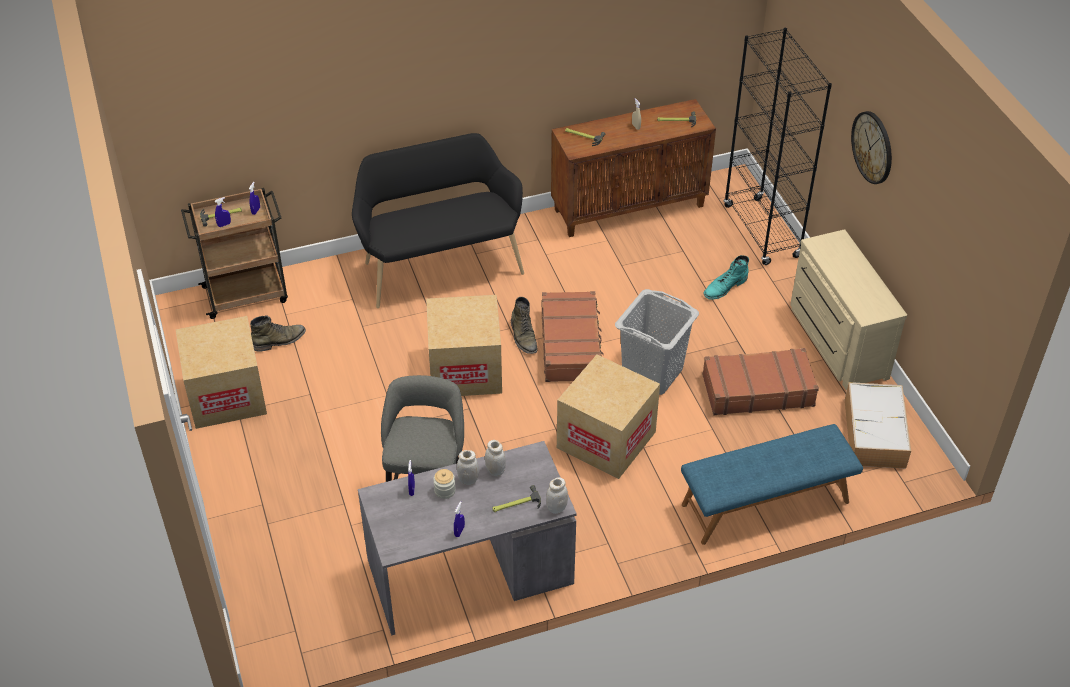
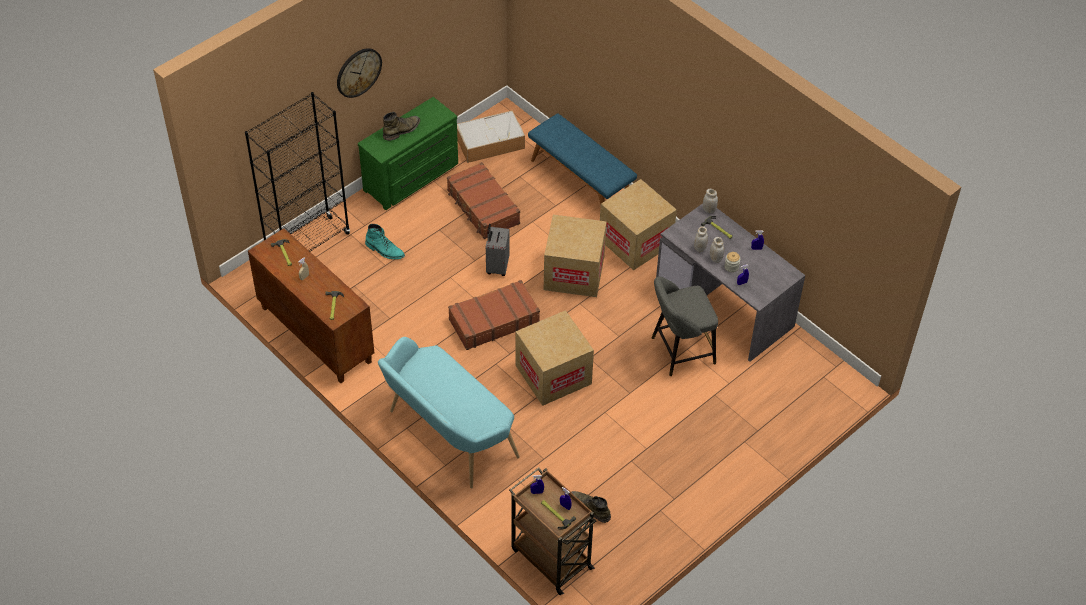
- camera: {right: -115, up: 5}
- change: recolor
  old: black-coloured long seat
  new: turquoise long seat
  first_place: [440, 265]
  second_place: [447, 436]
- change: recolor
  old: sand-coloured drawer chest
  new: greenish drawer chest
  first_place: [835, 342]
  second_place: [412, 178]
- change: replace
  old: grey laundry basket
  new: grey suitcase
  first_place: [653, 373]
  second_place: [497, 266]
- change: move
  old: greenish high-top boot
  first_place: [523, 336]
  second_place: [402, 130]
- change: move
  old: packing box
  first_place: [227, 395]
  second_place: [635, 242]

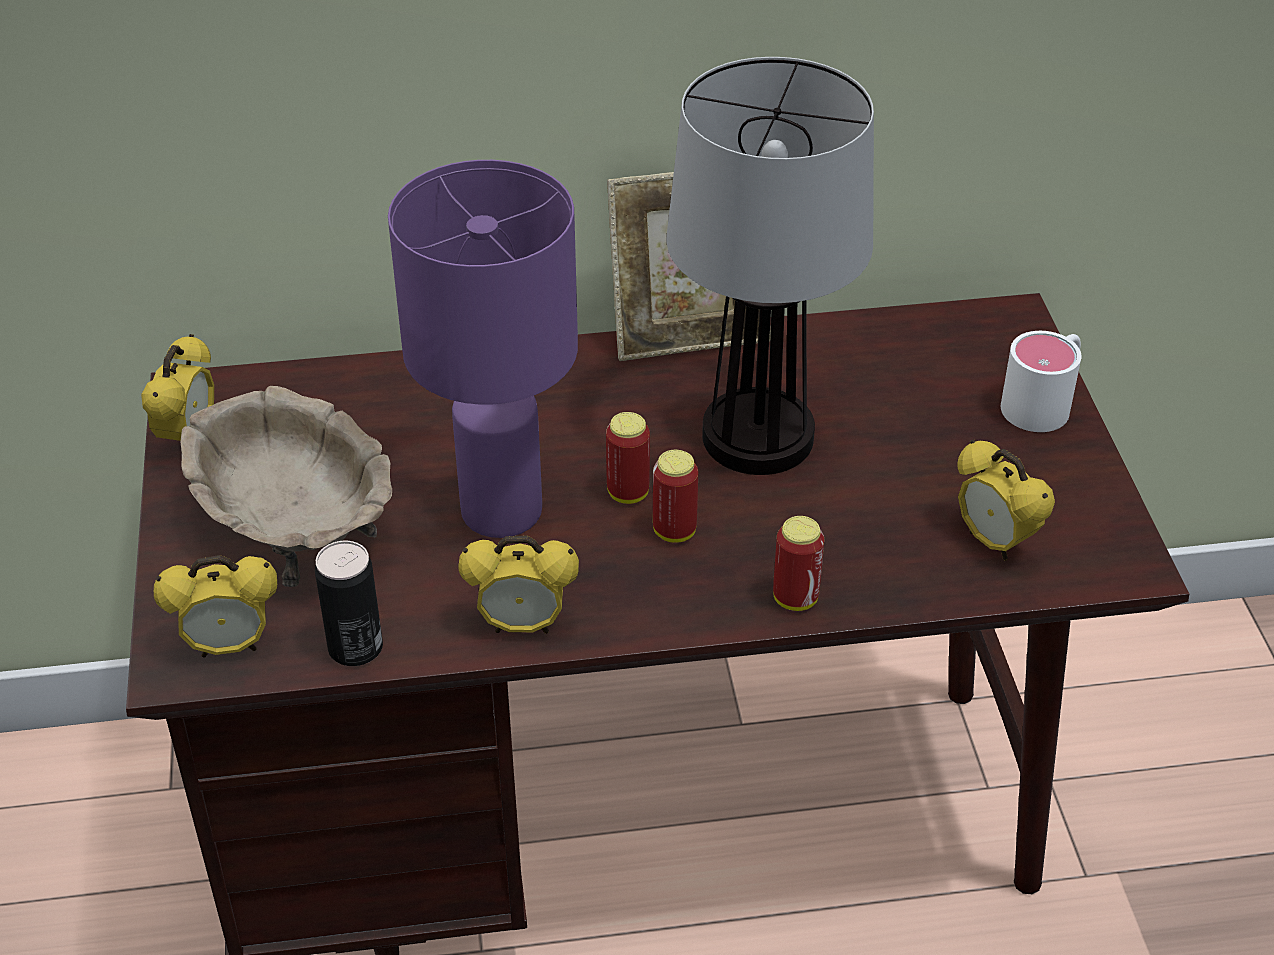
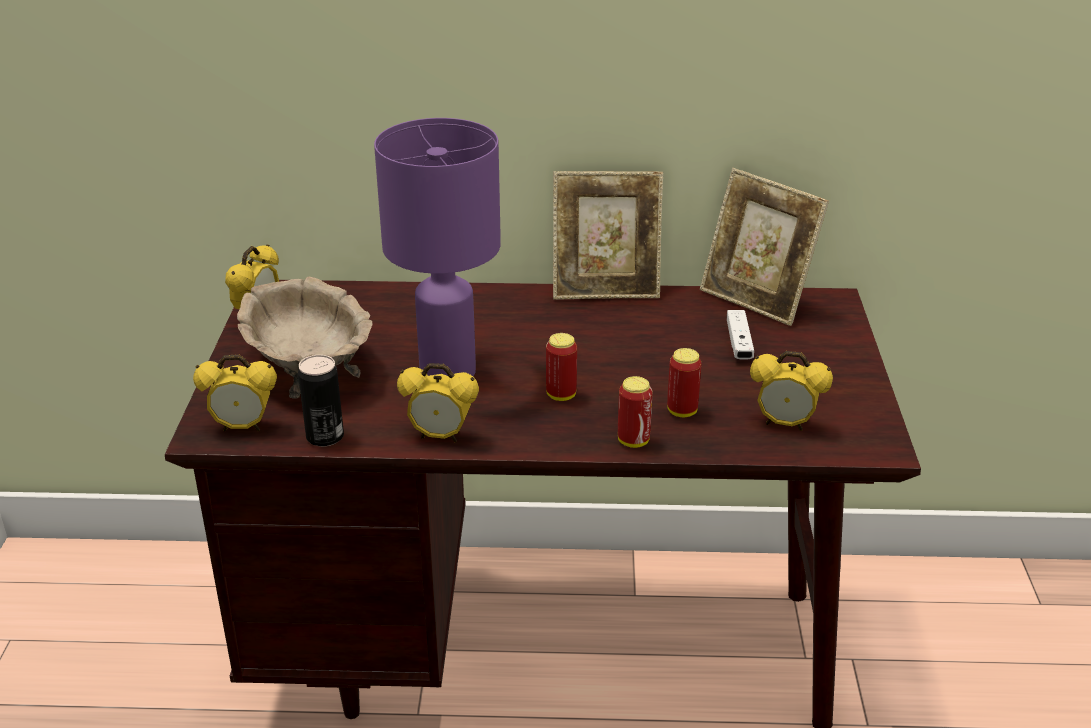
- camera: {right: 10, up: -10}
- change: delete
  old: table lamp
  first_place: [756, 439]
- change: delete
  old: white tea mug
  first_place: [1044, 401]
- change: move
  old: sealed can
  first_place: [628, 493]
  second_place: [682, 411]
- change: rotate
  old: bedside clock
  first_place: [994, 543]
  second_place: [785, 424]
  degrees: -45
- change: insert
  new: picture frame
  second_place: [756, 300]
- change: insert
  new: white gamepad
  second_place: [739, 343]

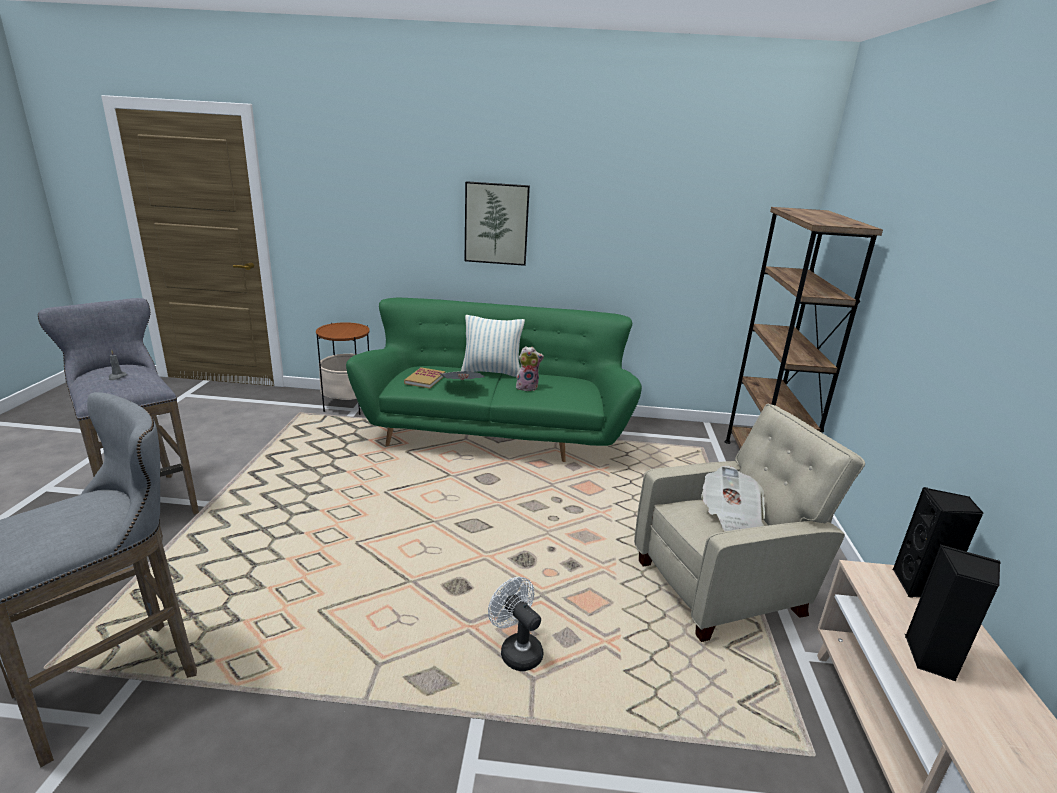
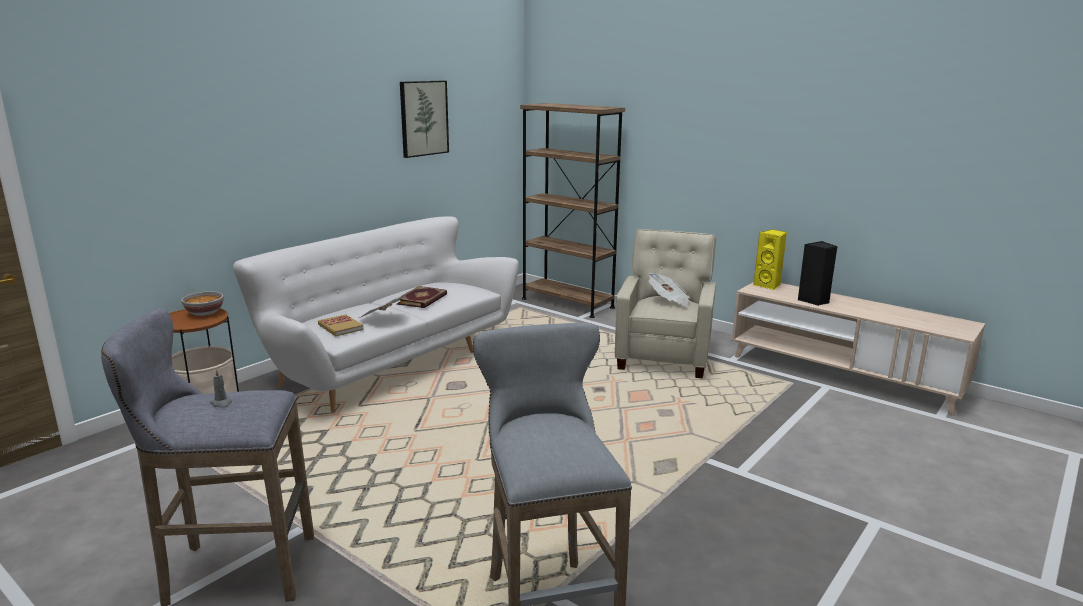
- camera: {right: -55, up: -5}
- change: move
  old: wall art
  first_place: [496, 223]
  second_place: [423, 118]
- change: recolor
  old: greenish sofa
  new: white sofa
  first_place: [496, 433]
  second_place: [389, 362]
- change: delete
  old: throw pillow
  first_place: [491, 372]
- change: replace
  old: plush toy
  new: book
  first_place: [527, 387]
  second_place: [422, 299]
- change: recolor
  old: black-coloured loudspeaker
  new: yellow loudspeaker
  first_place: [920, 586]
  second_place: [768, 285]
- change: delete
  old: white electric fan
  first_place: [516, 650]
- change: insert
  new: bowl
  second_place: [205, 312]

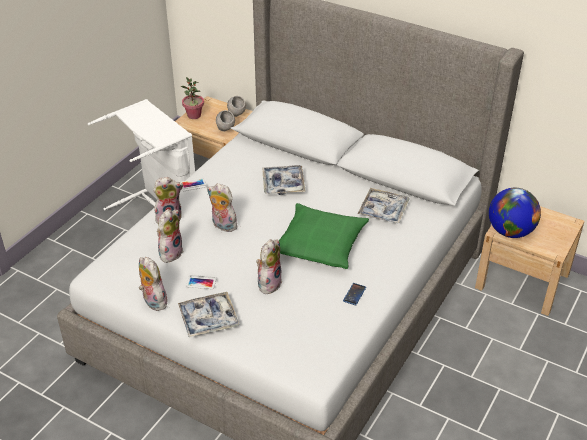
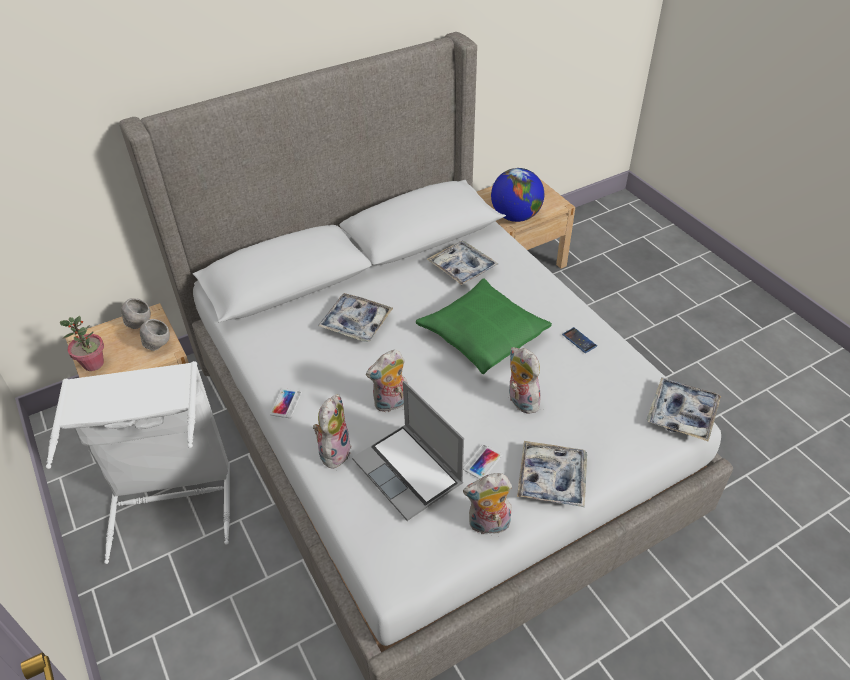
- camera: {right: -60, up: 5}
- change: replace
  old: plush toy
  new: notebook computer
  first_place: [170, 252]
  second_place: [409, 472]
- change: insert
  new: tray
  second_place: [682, 414]

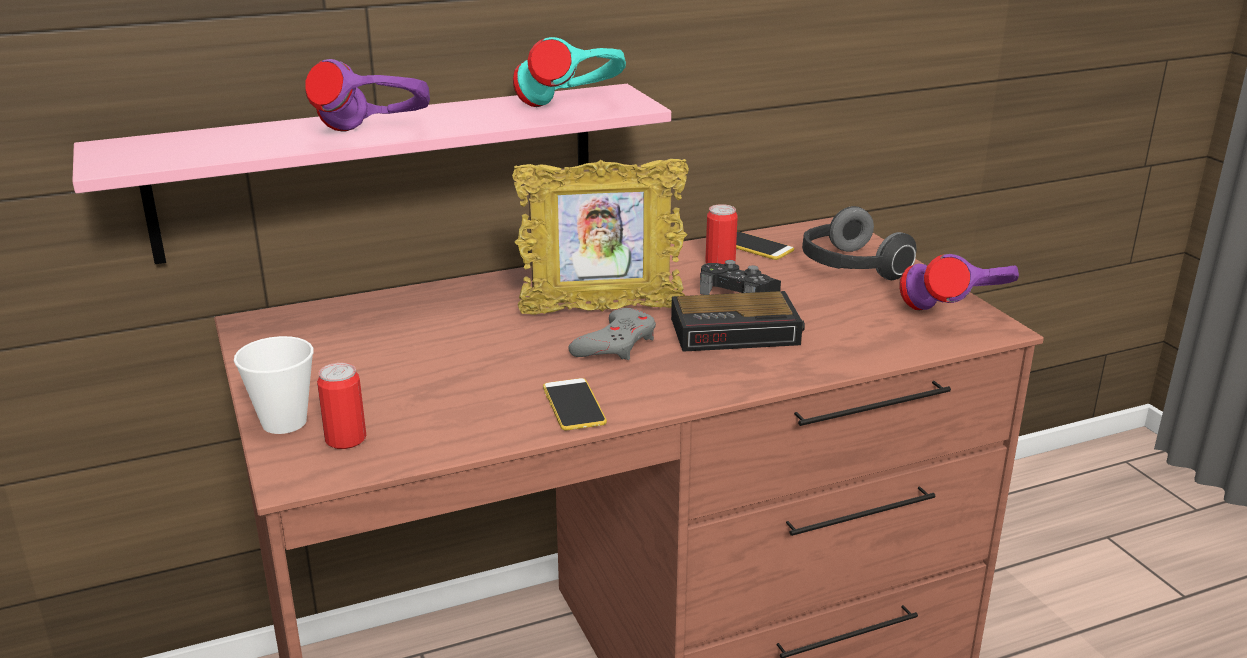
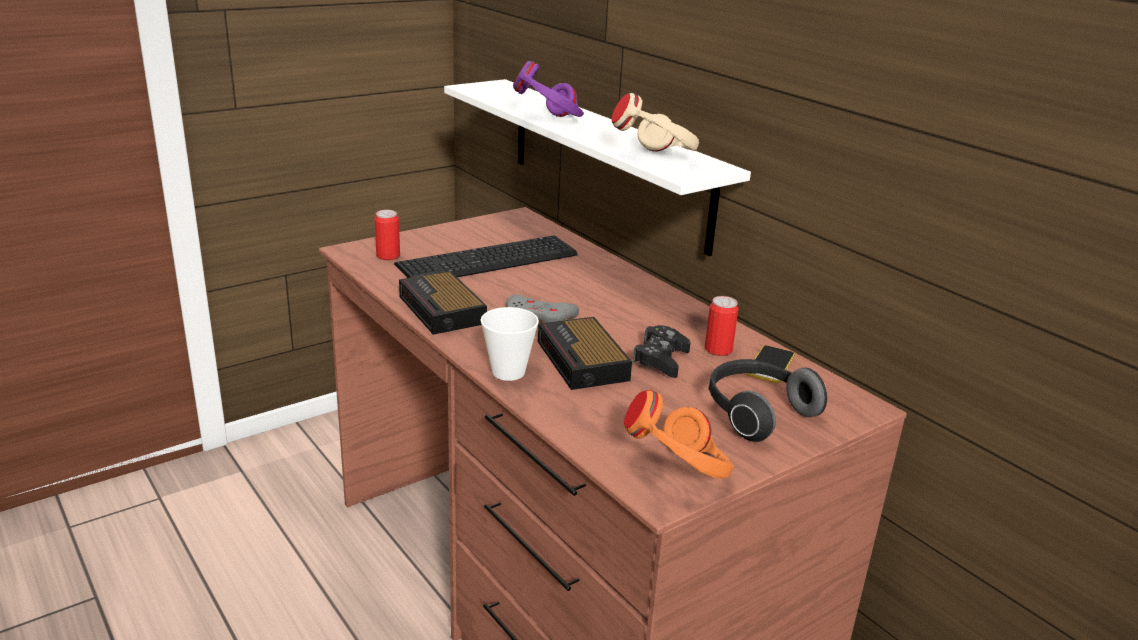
- camera: {right: 75, up: 0}
- change: recolor
  old: turquoise headset
  new: sand-coloured headset
  first_place: [572, 108]
  second_place: [656, 159]
- change: recolor
  old: pink wall shelf
  new: white wall shelf
  first_place: [379, 171]
  second_place: [607, 162]
- change: delete
  old: picture frame
  first_place: [601, 310]
- change: recolor
  old: purple-coloured headset
  new: orange headset
  first_place: [957, 315]
  second_place: [679, 473]
- change: move
  old: small cup
  first_place: [284, 422]
  second_place: [508, 372]
- change: replace
  old: telephone
  new: bedside clock
  first_place: [574, 405]
  second_place: [443, 311]
- change: insert
  new: computer keyboard
  second_place: [491, 260]

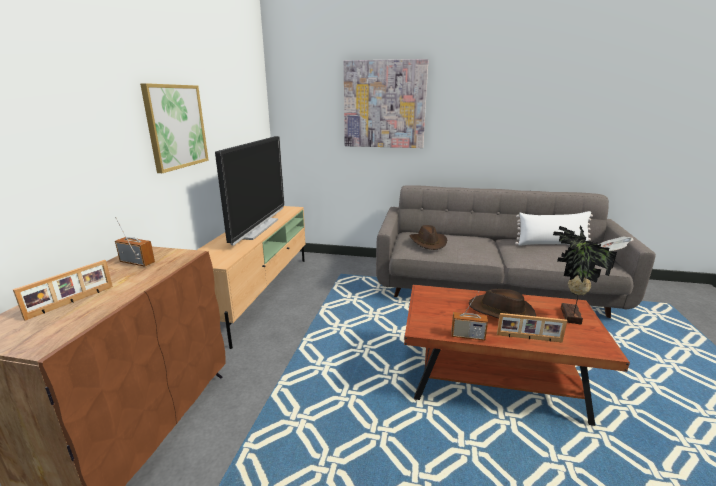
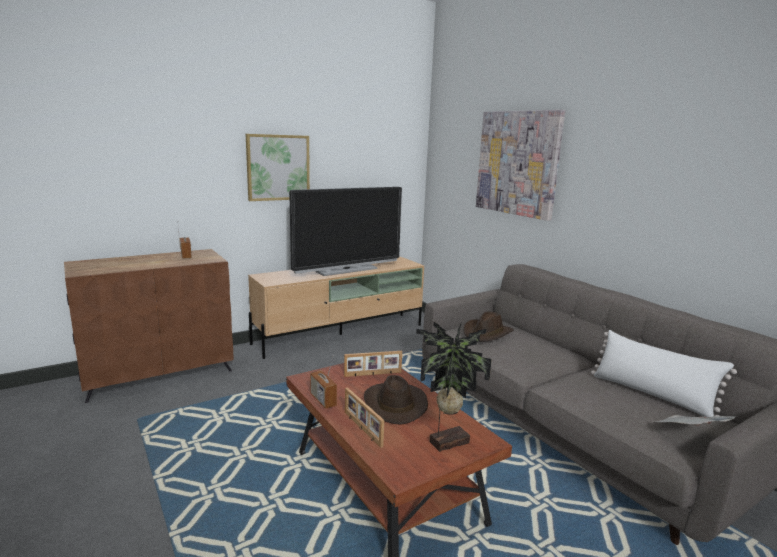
- camera: {right: 45, up: -5}
- change: move
  old: picture frame
  first_place: [72, 302]
  second_place: [373, 374]

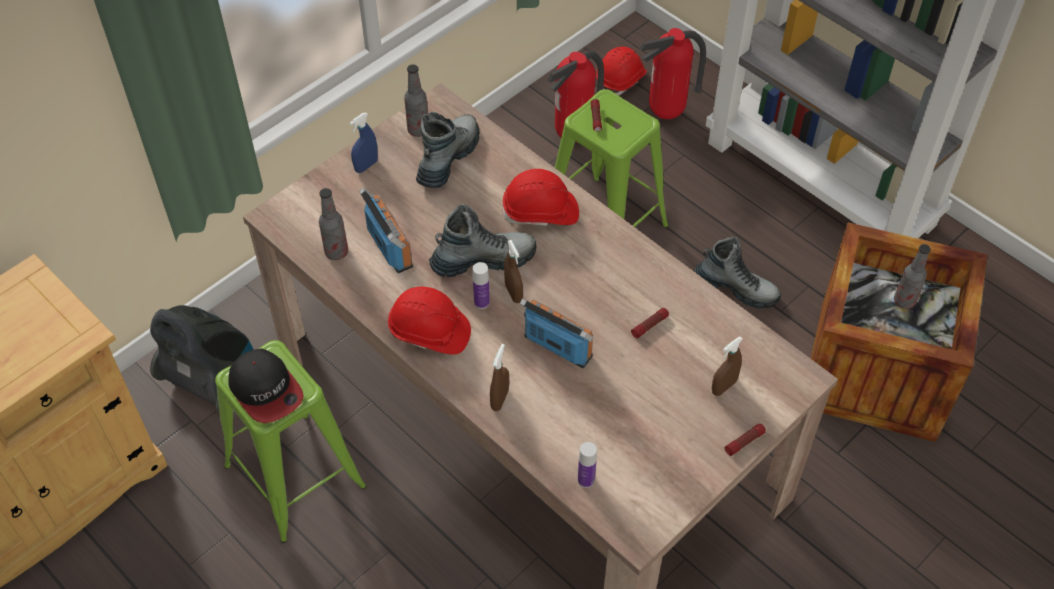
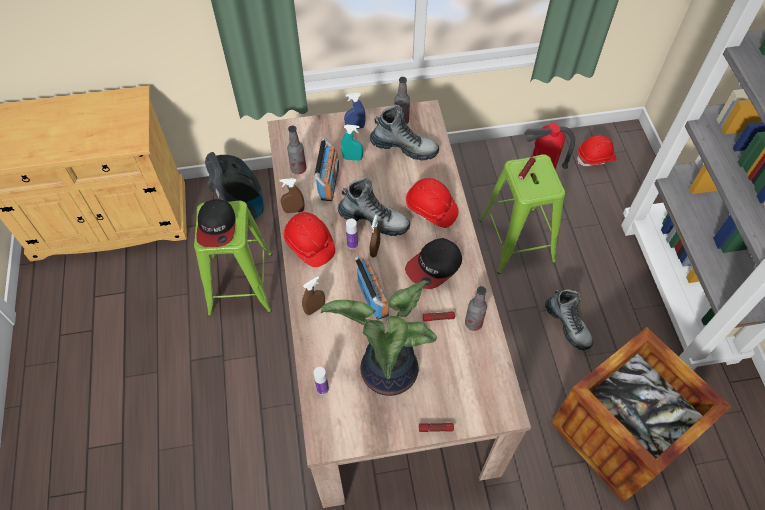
- camera: {right: 35, up: 5}
- change: delete
  old: fire extinguisher
  first_place: [666, 114]
- change: rotate
  old: high-top boot
  first_place: [448, 158]
  second_place: [404, 147]
  degrees: 45
- change: move
  old: drink bottle
  first_place: [904, 301]
  second_place: [473, 323]
- change: move
  old: brownish hand sprayer
  first_place: [723, 387]
  second_place: [294, 210]
- change: insert
  new: turquoise hand sprayer
  second_place: [352, 158]
- change: insert
  new: baseball cap
  second_place: [434, 266]
- change: insert
  new: potted plant
  second_place: [386, 373]

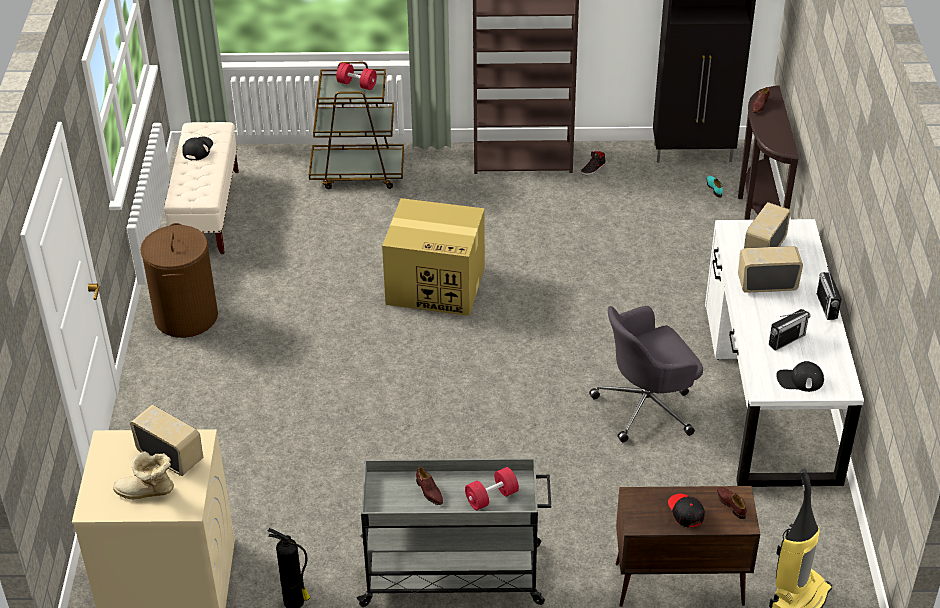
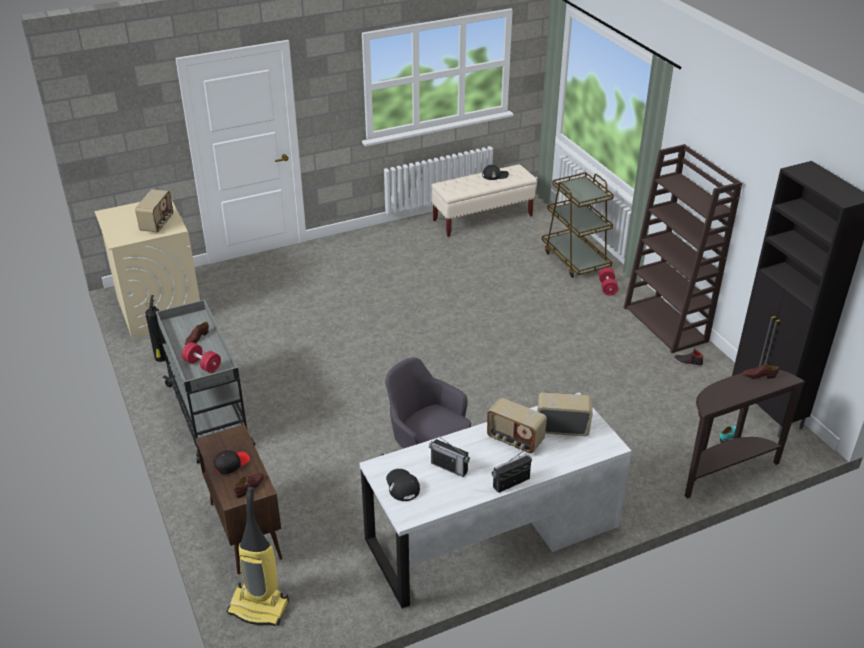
- camera: {right: 65, up: -5}
- change: move
  old: red-coloured free weight
  first_place: [357, 84]
  second_place: [607, 287]
- change: delete
  old: packing box
  first_place: [437, 285]
- change: delete
  old: brownish laundry basket
  first_place: [186, 317]
- change: rotate
  old: radio receiver
  first_place: [767, 284]
  second_place: [514, 440]
  degrees: 150
- change: delete
  old: high-top boot
  first_place: [146, 492]

